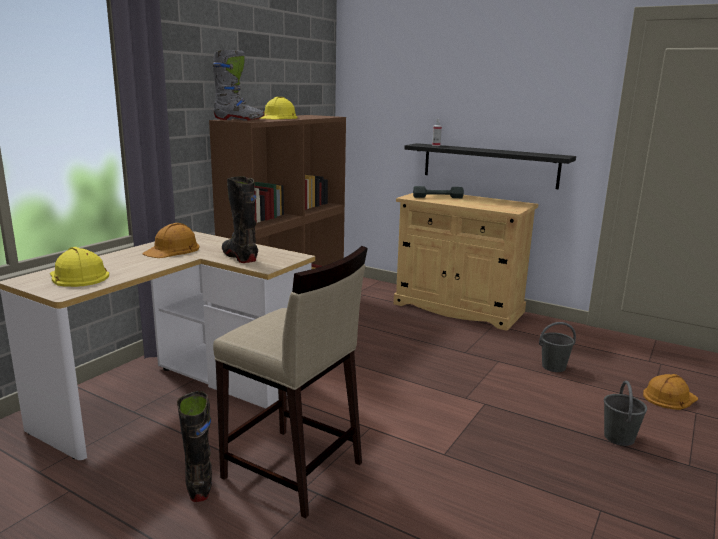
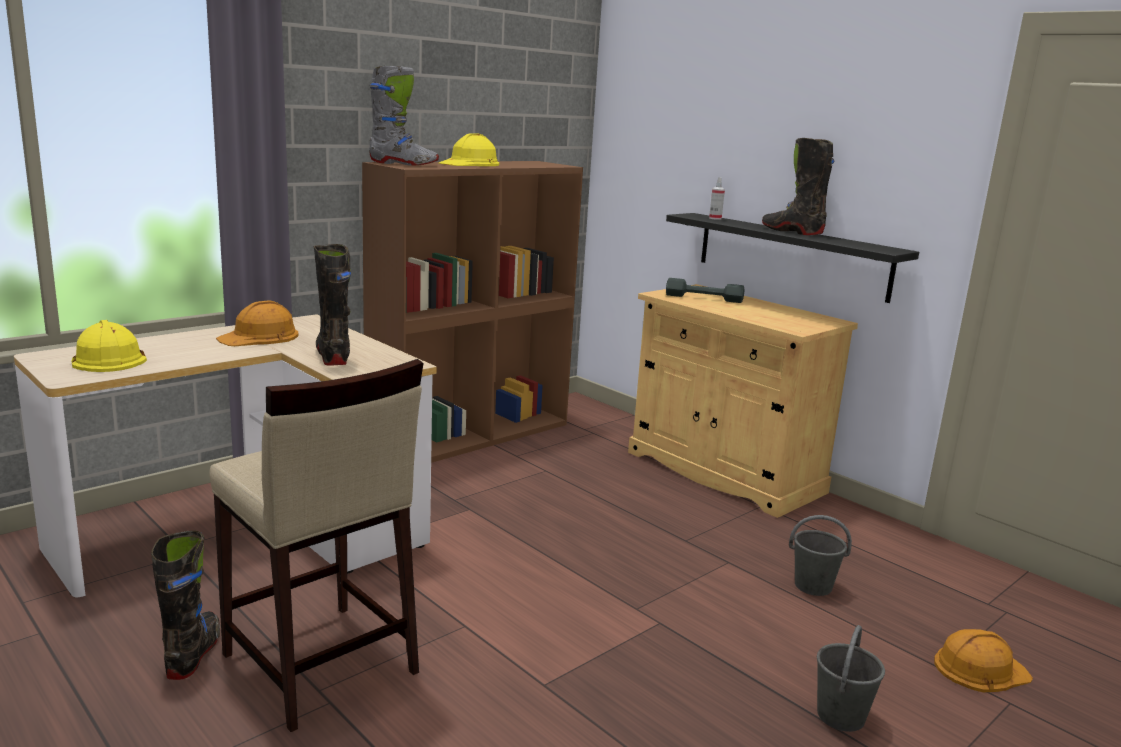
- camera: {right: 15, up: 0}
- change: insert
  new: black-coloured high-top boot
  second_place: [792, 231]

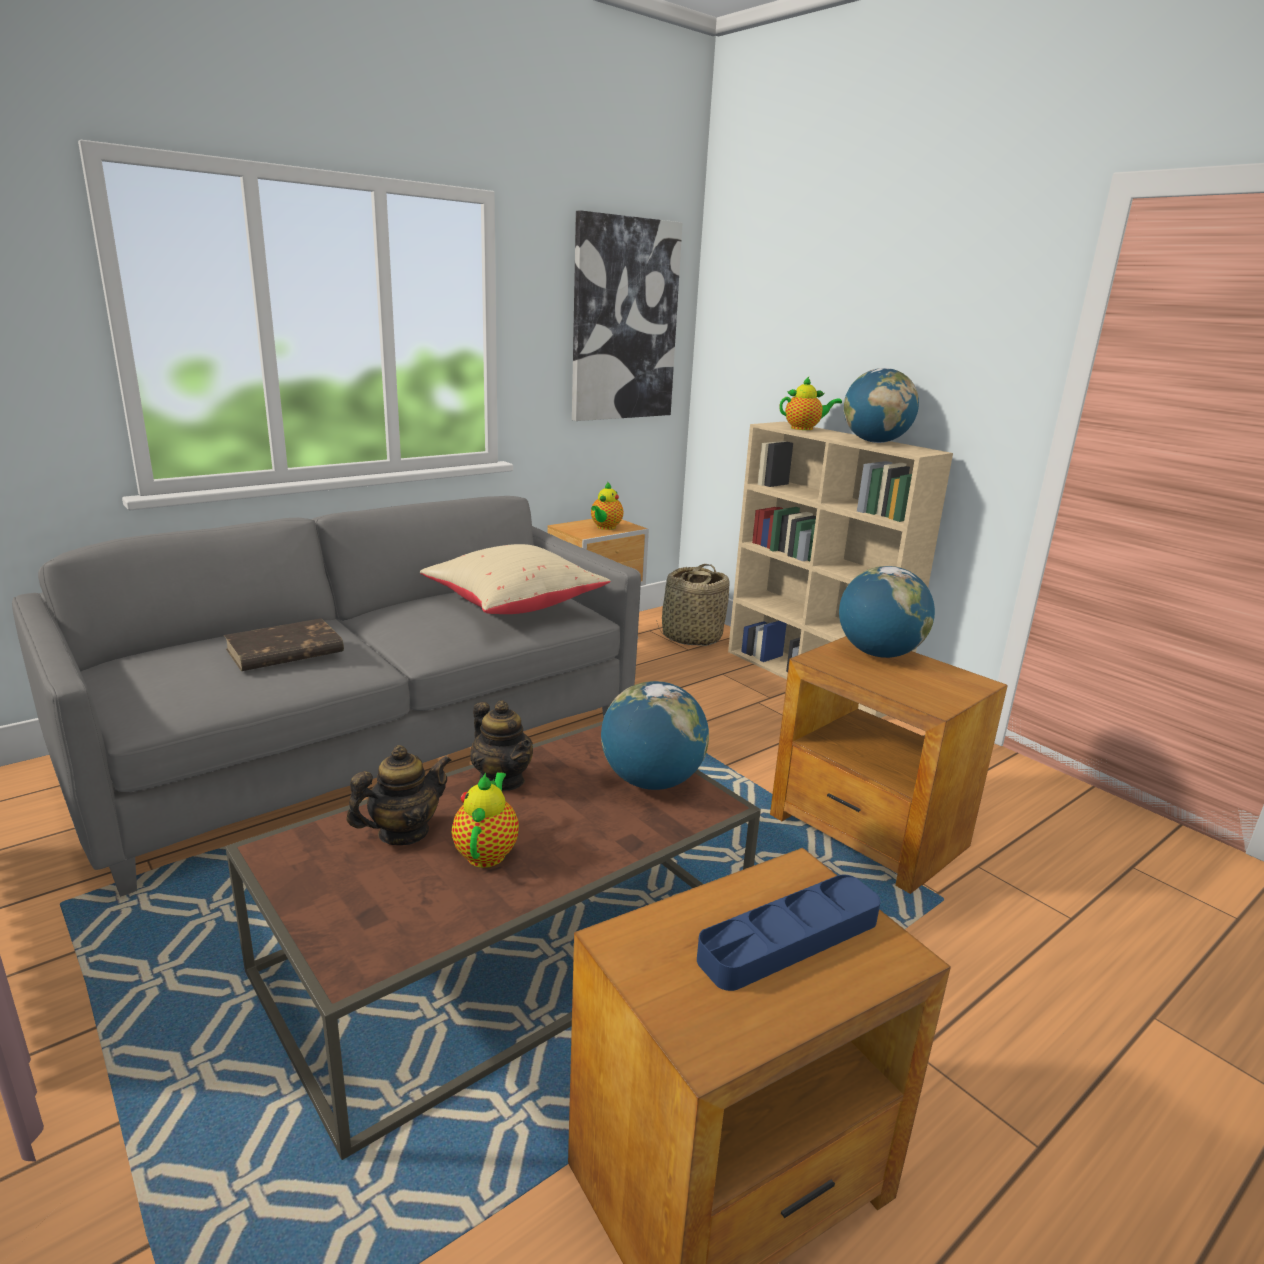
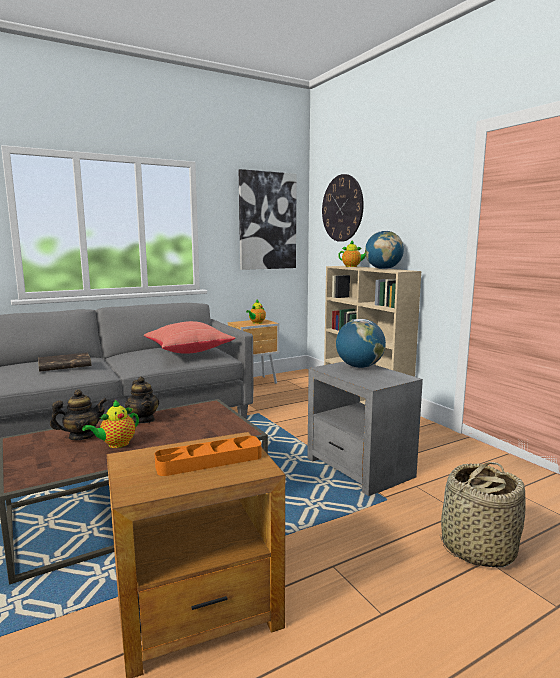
- camera: {right: 10, up: -10}
- change: recolor
  old: sand-coloured throw pillow
  new: red-coloured throw pillow
  first_place: [513, 605]
  second_place: [188, 351]
- change: move
  old: household basket
  first_place: [691, 637]
  second_place: [477, 548]
- change: recolor
  old: brownish side table
  new: grey side table
  first_place: [868, 832]
  second_place: [359, 468]
- change: delete
  old: desk globe
  first_place: [651, 781]
- change: rotate
  old: teapot
  first_place: [487, 851]
  second_place: [116, 444]
  degrees: -150
- change: recolor
  old: bluish tray
  new: orange tray
  first_place: [789, 939]
  second_place: [209, 461]
- change: insert
  new: clock on the wall
  second_place: [342, 208]

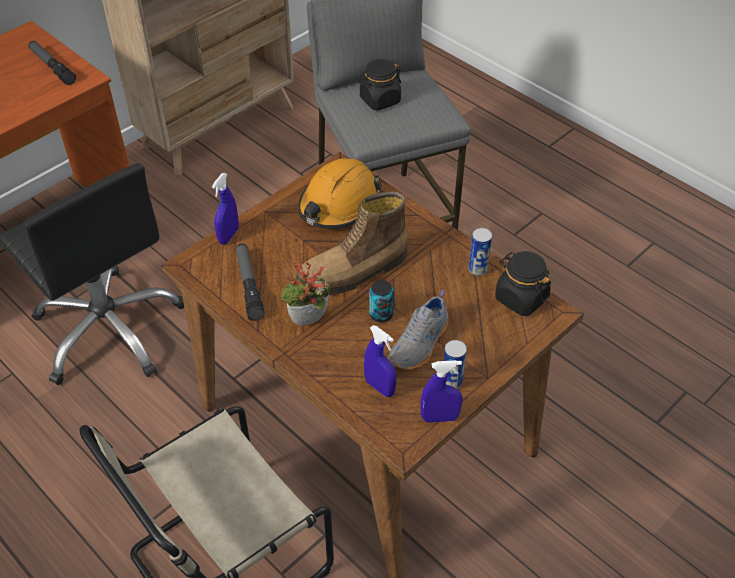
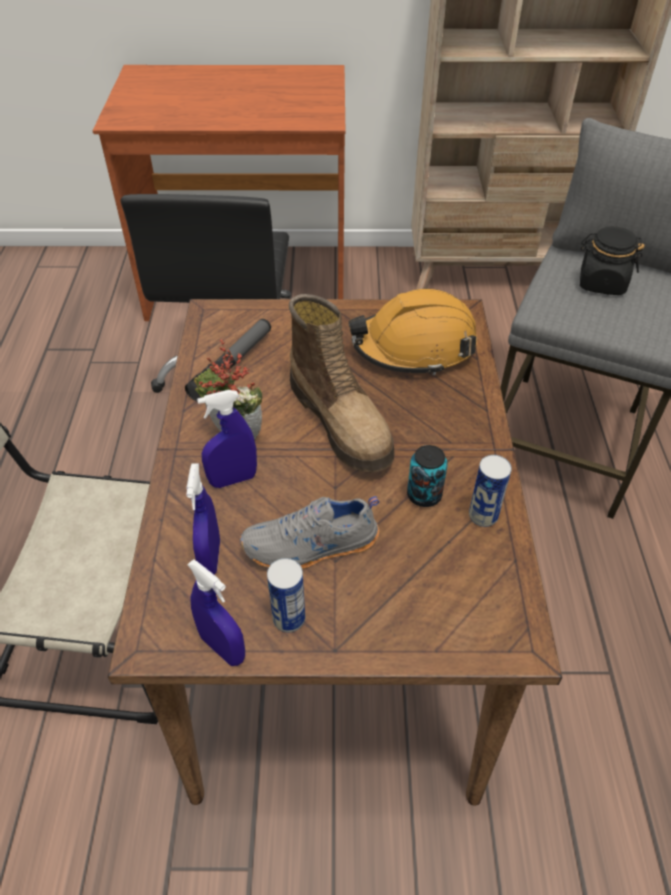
- camera: {right: 45, up: 0}
- change: delete
  old: flashlight
  first_place: [52, 67]
- change: move
  old: bluish hand sprayer
  first_place: [228, 236]
  second_place: [233, 479]
- change: rotate
  old: high-top boot
  first_place: [353, 272]
  second_place: [342, 421]
  degrees: -135
- change: delete
  old: black-coloured jar
  first_place: [520, 298]
- change: move
  old: sealed can
  first_place: [381, 314]
  second_place: [424, 495]

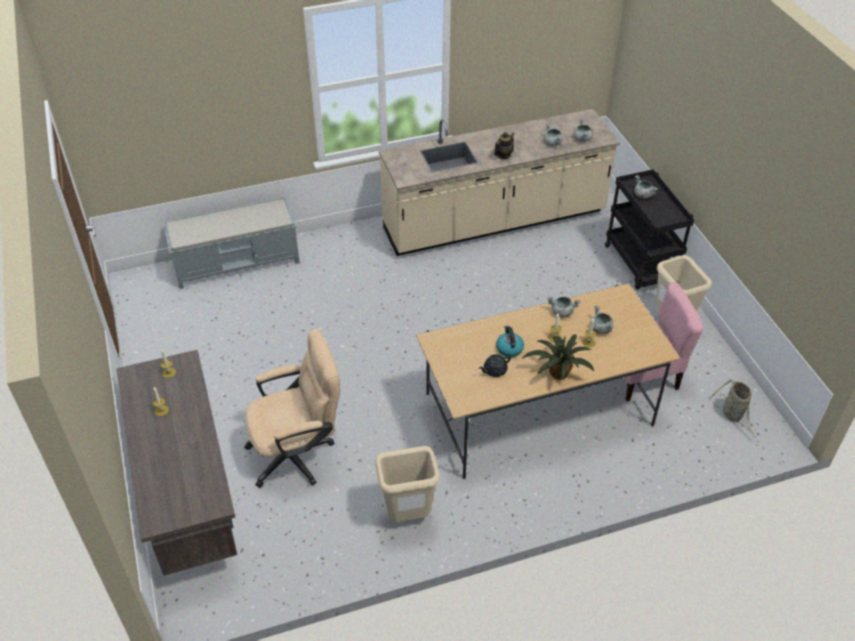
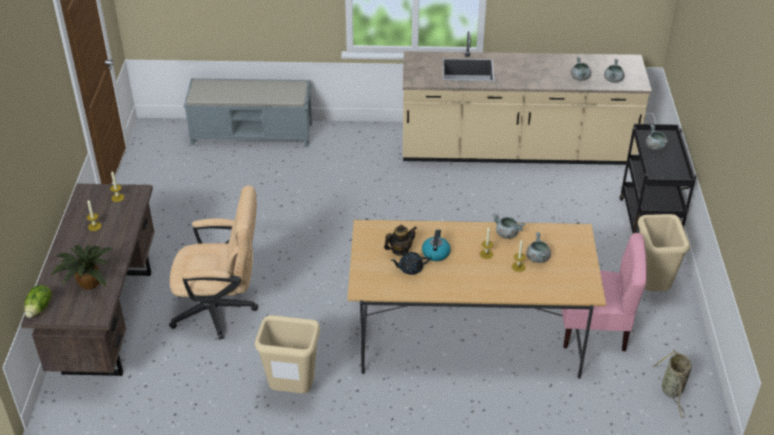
- camera: {right: 20, up: -5}
- change: move
  old: teapot
  first_place: [503, 155]
  second_place: [400, 250]
- change: move
  old: potted plant
  first_place: [557, 373]
  second_place: [87, 283]
- change: insert
  new: head of lettuce
  second_place: [40, 308]

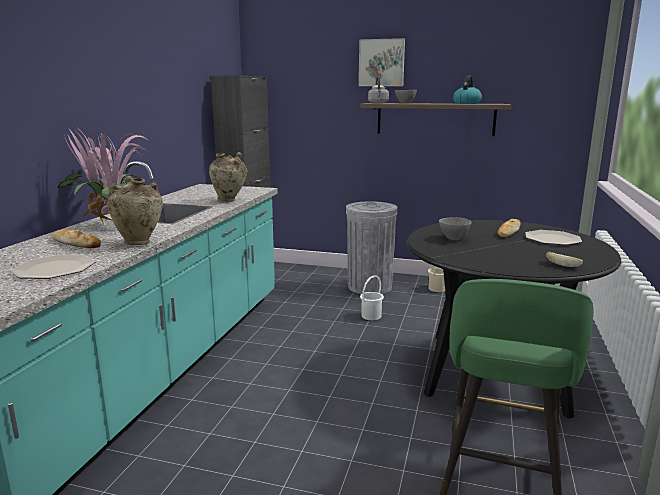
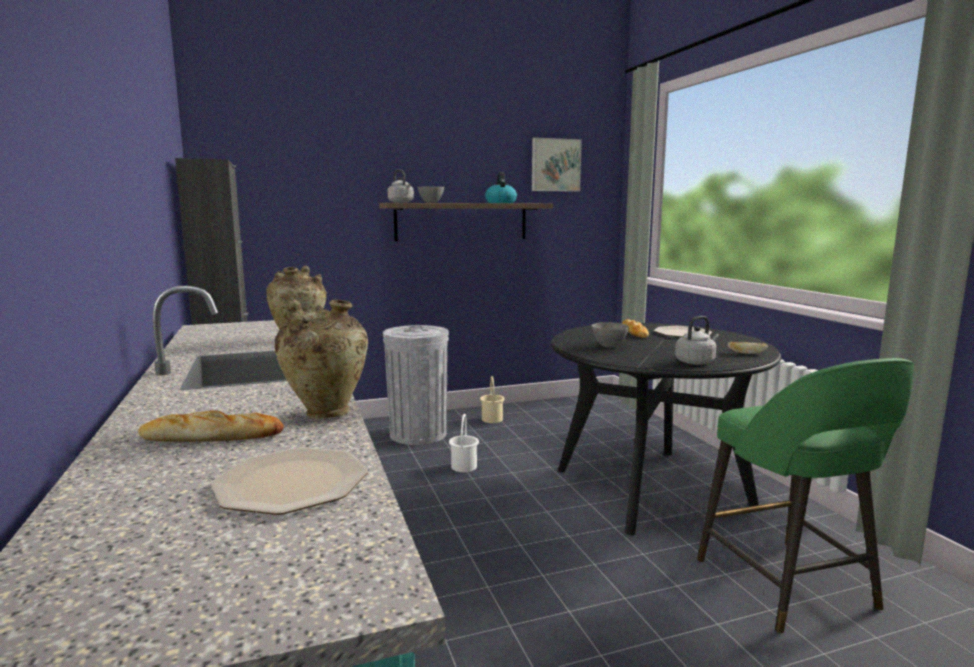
- camera: {right: -35, up: -5}
- change: move
  old: wall art
  first_place: [381, 63]
  second_place: [555, 165]
- change: delete
  old: potted plant
  first_place: [112, 225]
- change: insert
  new: grey water kettle
  second_place: [696, 362]

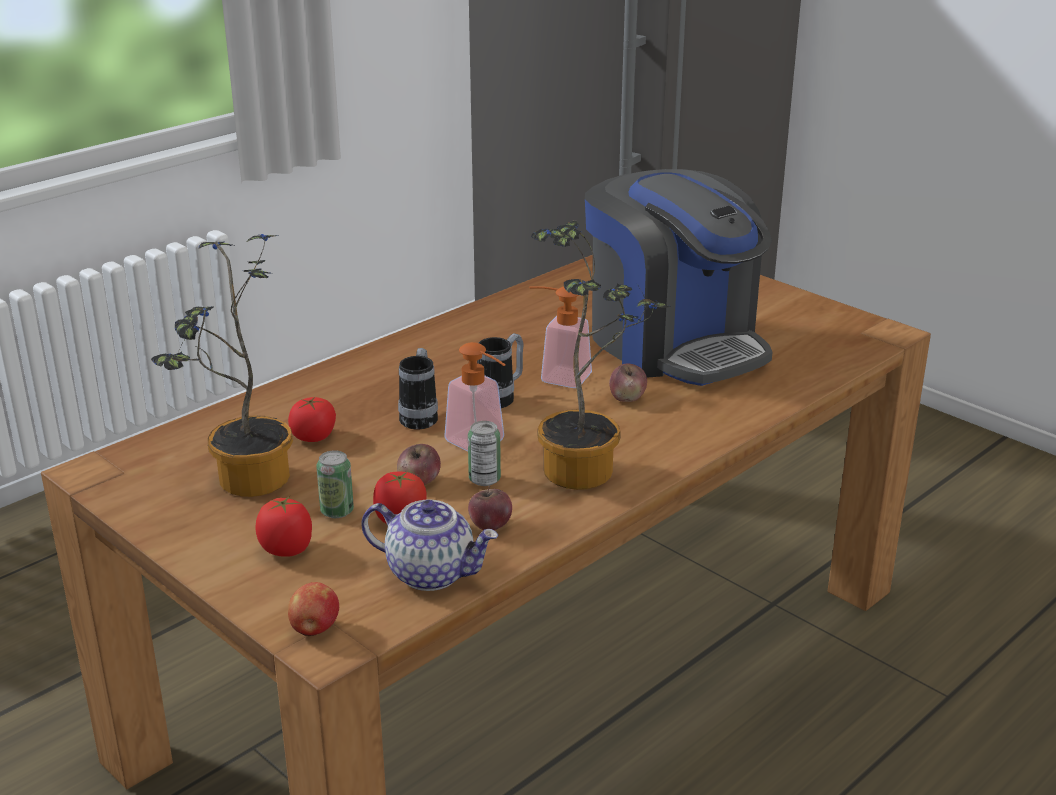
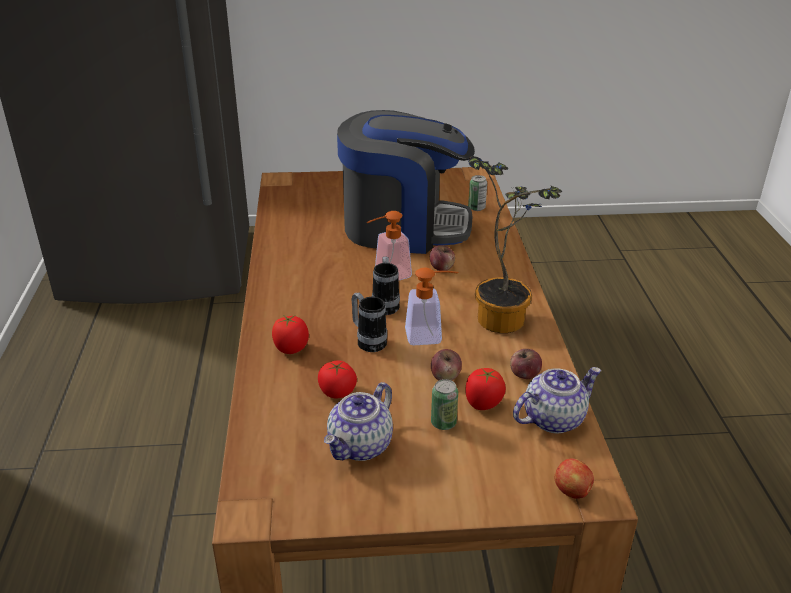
- camera: {right: -50, up: 5}
- change: replace
  old: potted plant
  new: teapot
  first_place: [245, 483]
  second_place: [360, 446]
- change: move
  old: sealed can
  first_place: [484, 479]
  second_place: [476, 208]
- change: move
  old: fresh tomato
  first_place: [287, 549]
  second_place: [291, 349]

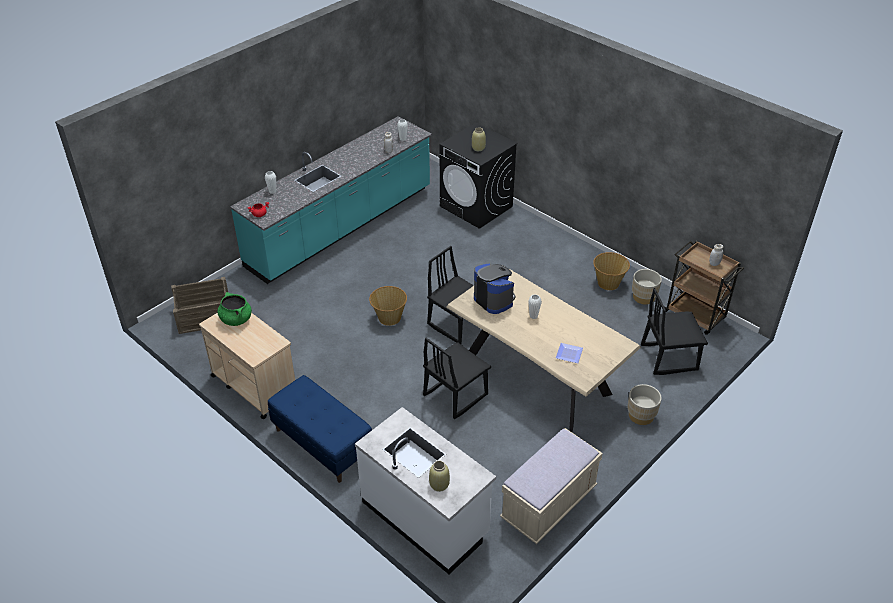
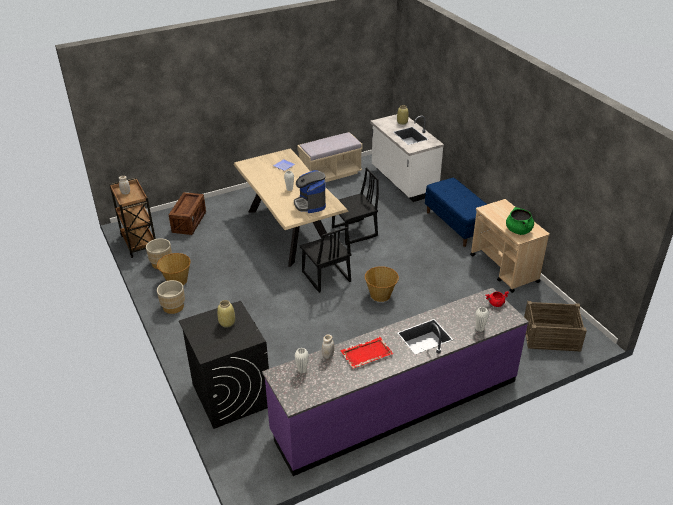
- camera: {right: -160, up: -5}
- change: recolor
  old: turquoise kitchen counter
  new: purple-coloured kitchen counter
  first_place: [341, 227]
  second_place: [396, 406]
- change: replace
  old: black-coloured upright chair
  new: shipping crate
  first_place: [668, 357]
  second_place: [189, 222]
- change: move
  old: sand-coloured planter
  first_place: [641, 415]
  second_place: [173, 307]
- change: insert
  new: red-coloured tray
  second_place: [366, 354]

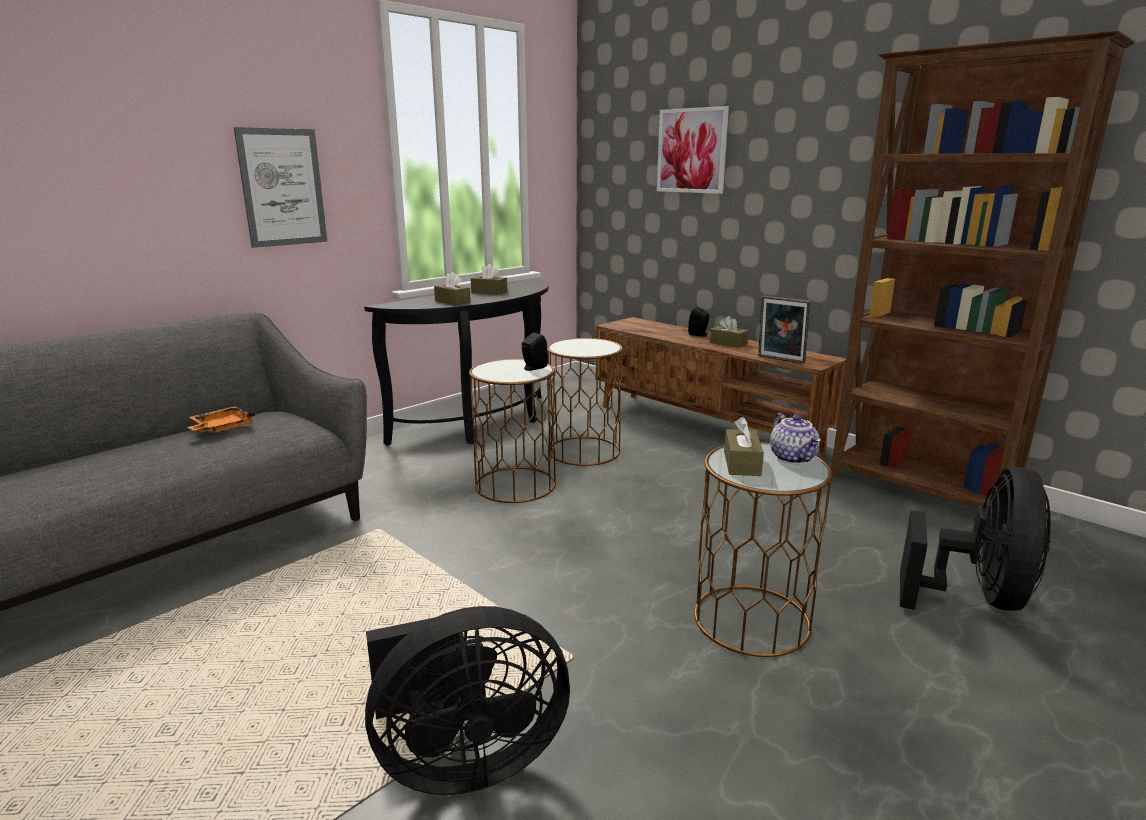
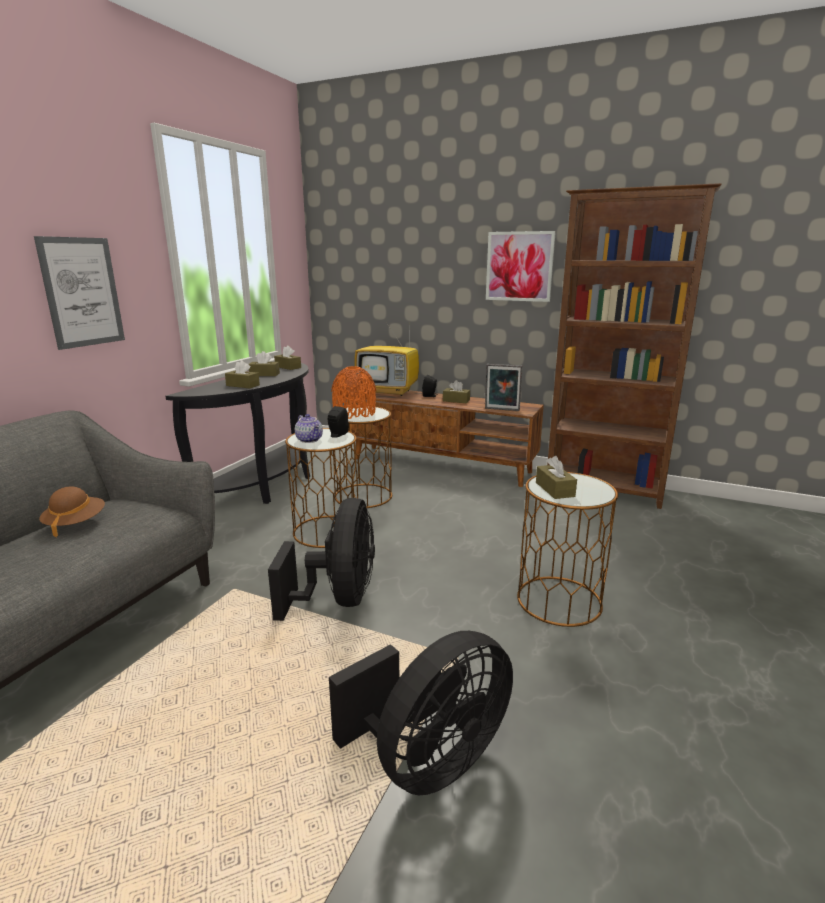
- camera: {right: -20, up: 0}
- change: move
  old: wall art
  first_place: [692, 151]
  second_place: [519, 266]
- change: replace
  old: orange tray
  new: brownish wearable hat
  first_place: [221, 428]
  second_place: [75, 523]
- change: move
  old: teapot
  first_place: [794, 458]
  second_place: [310, 440]
- change: move
  old: black-coloured electric fan
  first_place: [976, 597]
  second_place: [339, 599]
- change: insert
  new: TV
  second_place: [389, 391]
- change: insert
  new: brownish tissue holder
  second_place: [288, 367]
- change: insert
  new: orange decorative vase
  second_place: [354, 413]

